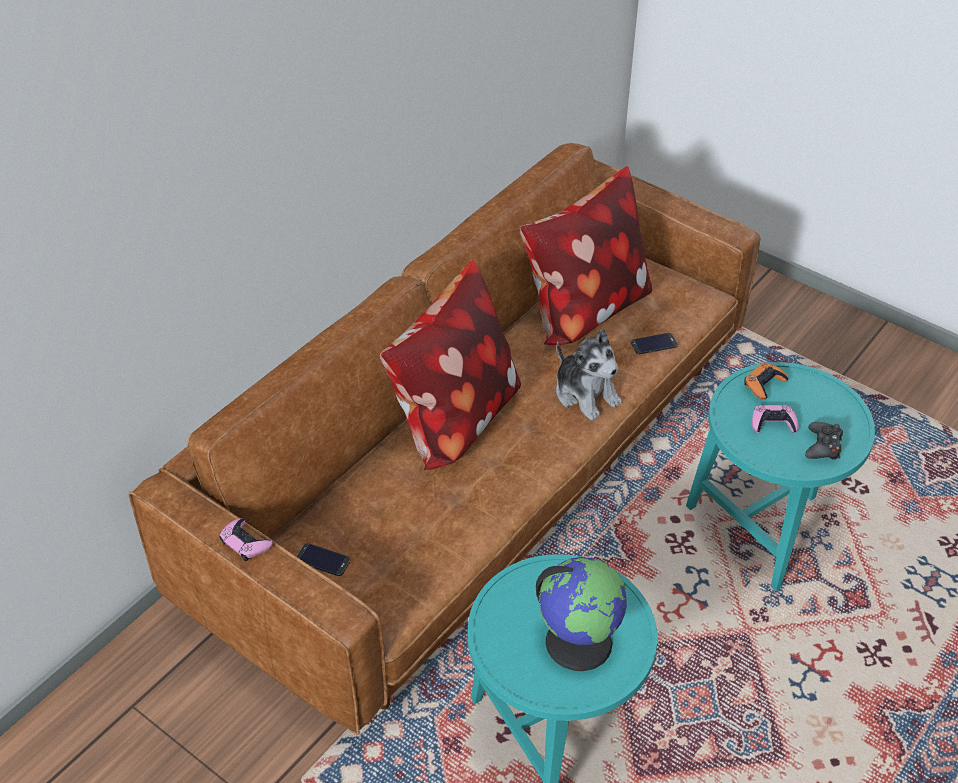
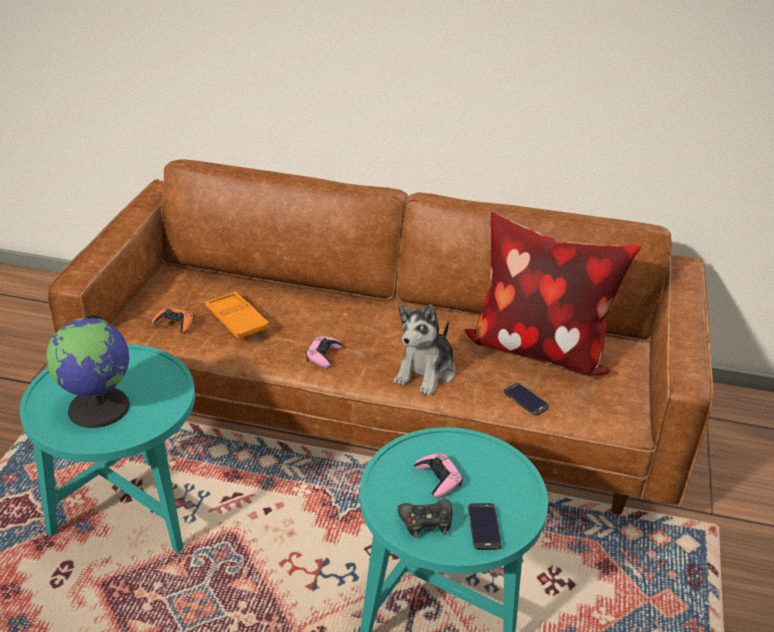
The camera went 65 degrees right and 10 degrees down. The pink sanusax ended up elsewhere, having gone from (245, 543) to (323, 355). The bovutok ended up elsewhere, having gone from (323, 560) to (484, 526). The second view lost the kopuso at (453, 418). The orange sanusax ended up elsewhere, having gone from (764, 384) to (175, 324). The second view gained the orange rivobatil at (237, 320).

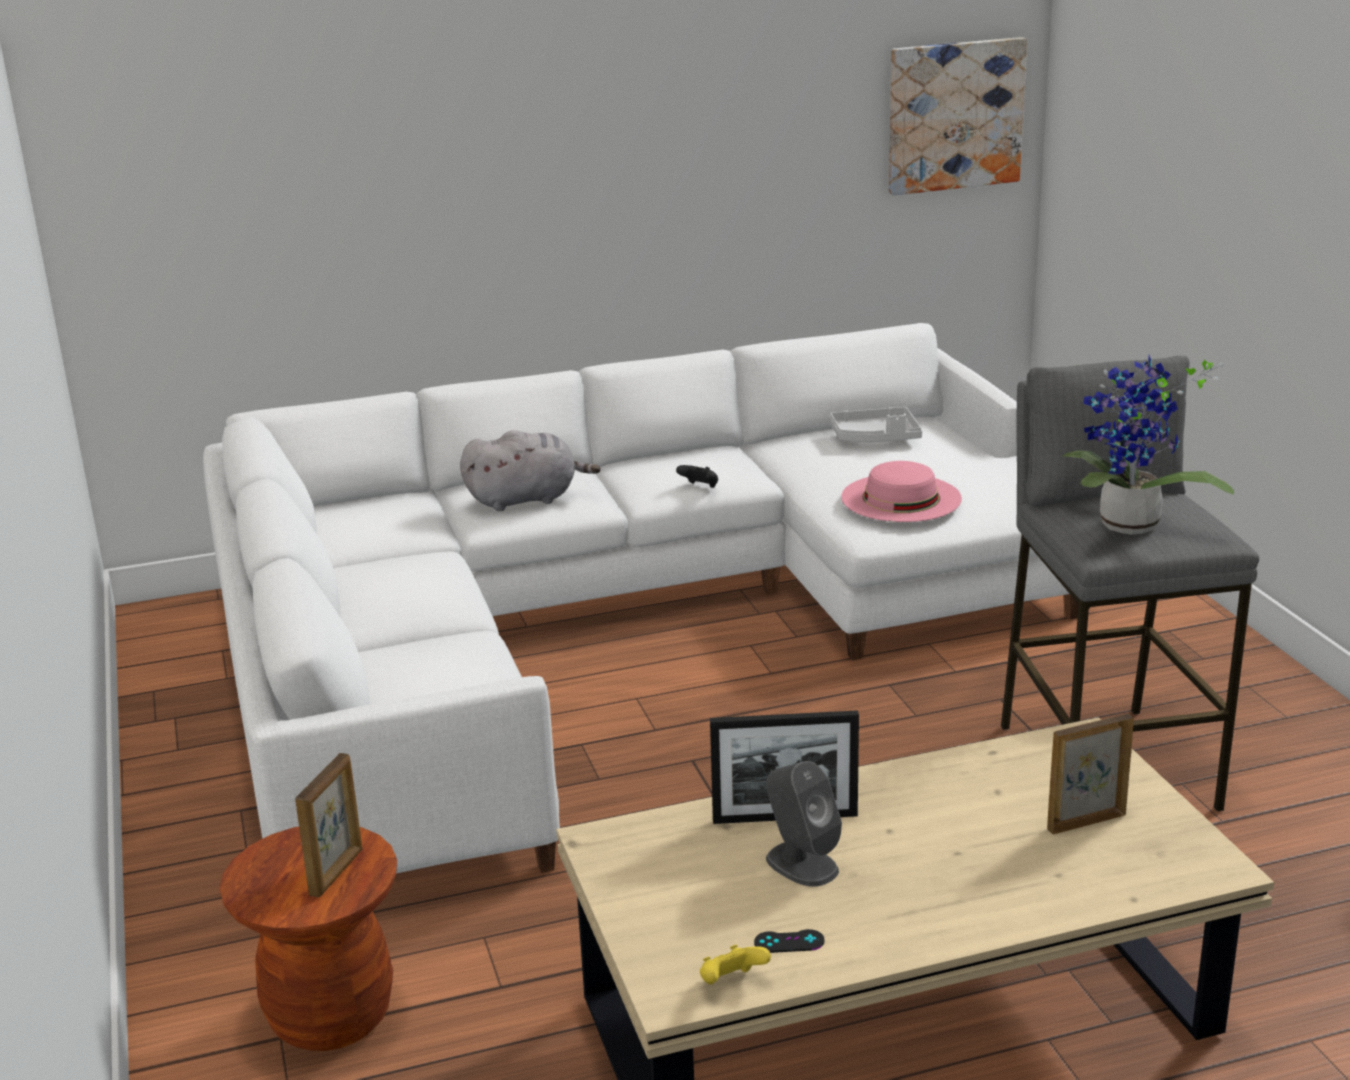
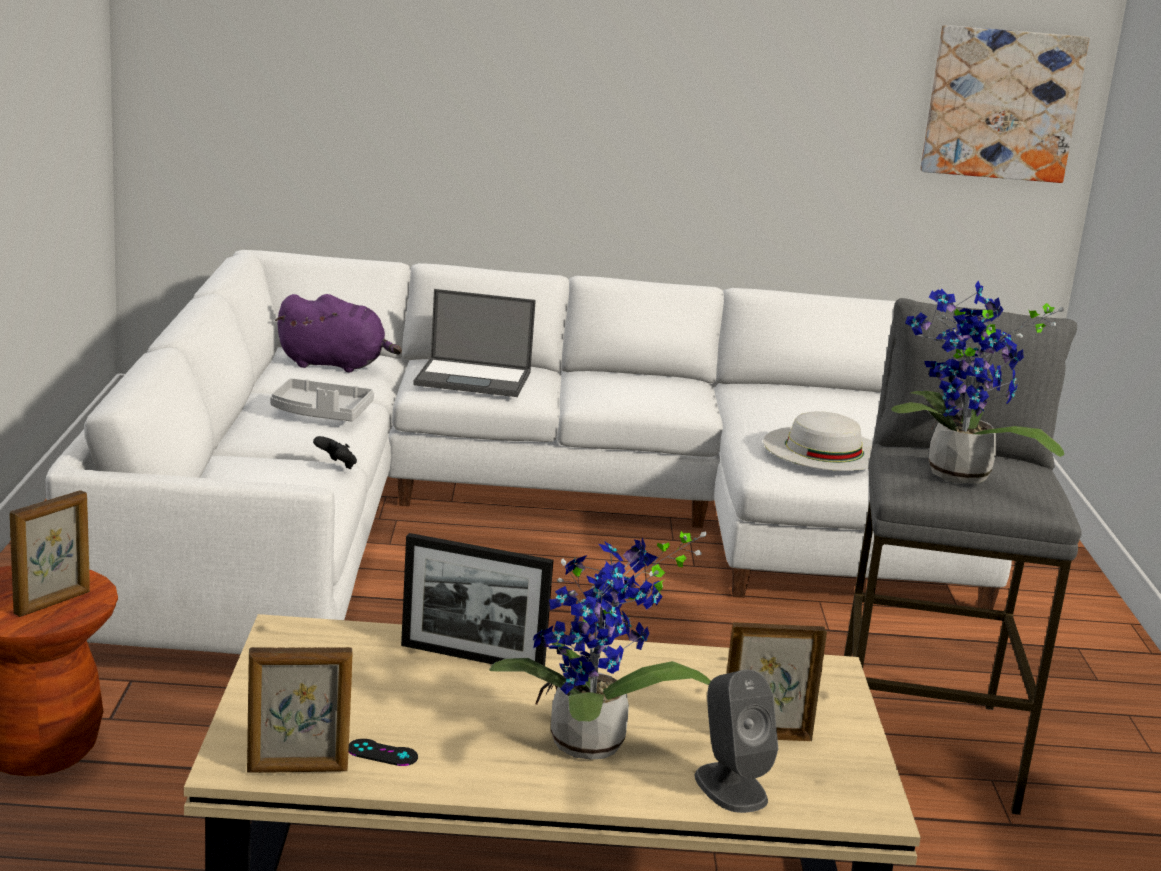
The camera went 15 degrees right and 5 degrees down. Where the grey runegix stood at (526, 499), the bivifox came to stand at (475, 378). The black sanusax ended up elsewhere, having gone from (700, 487) to (336, 466). Where the yellow sanusax stood at (731, 983), the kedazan came to stand at (298, 770). The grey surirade ended up elsewhere, having gone from (801, 864) to (730, 787). The grey rivobatil ended up elsewhere, having gone from (875, 437) to (321, 414). What was the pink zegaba at (901, 498) turned into the white zegaba at (824, 448). The second view gained the purple runegix at (336, 365). The second view gained the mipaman at (590, 749).

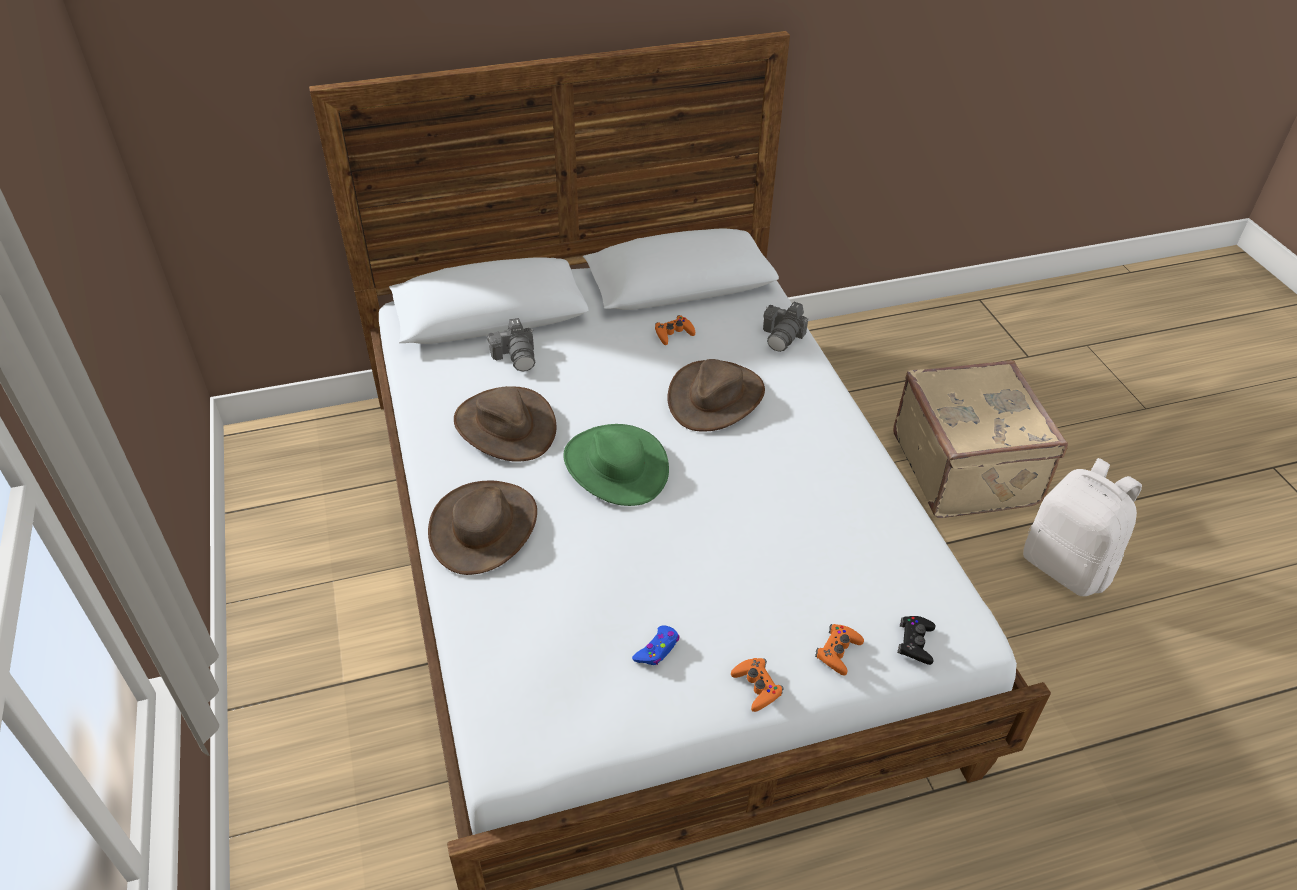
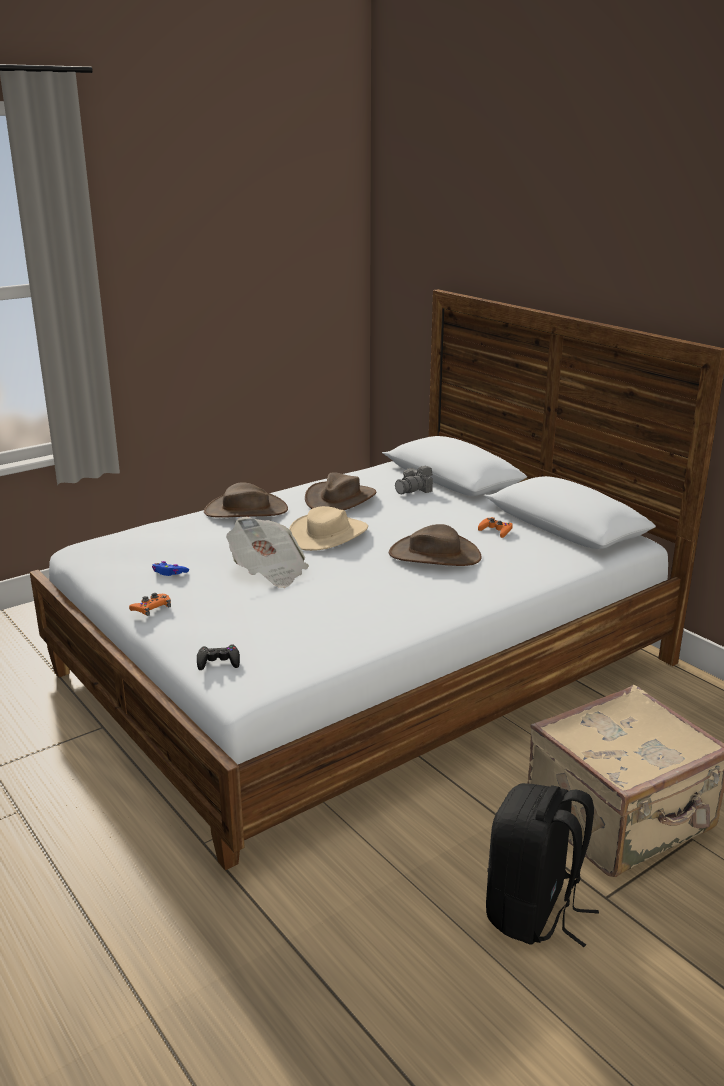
The camera went 70 degrees right and 20 degrees down. What was the green zegaba at (616, 466) turned into the beige zegaba at (328, 534). The second view lost the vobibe at (783, 336). The second view lost the orange sanusax at (838, 652). What was the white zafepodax at (1067, 566) turned into the black zafepodax at (534, 912). The second view gained the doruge at (268, 571).

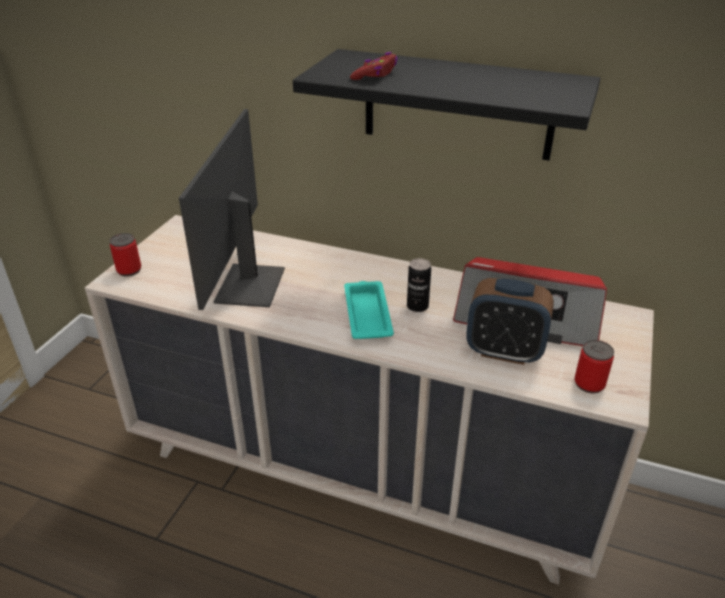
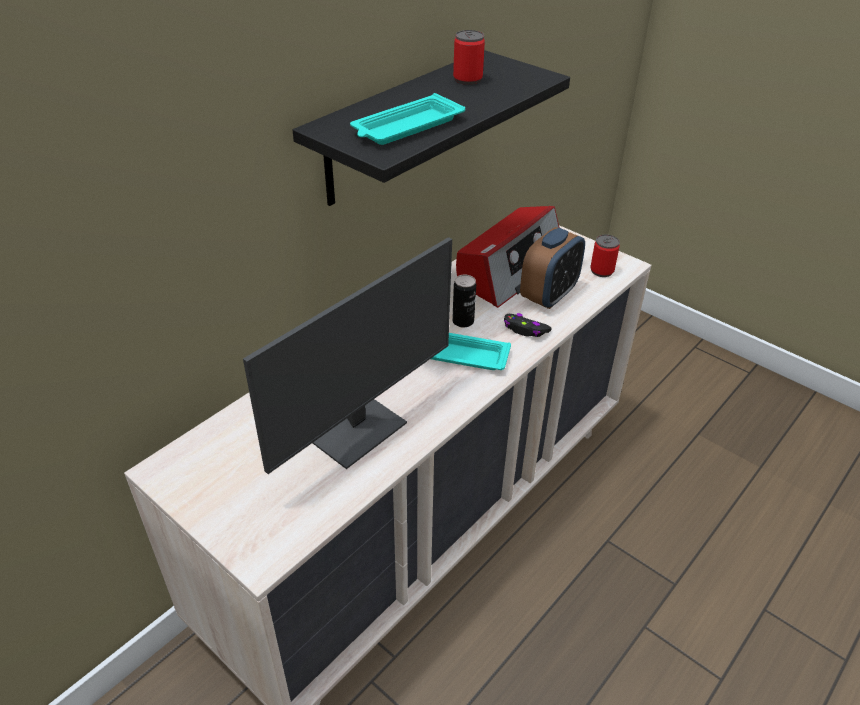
The camera went 70 degrees left and 5 degrees up. The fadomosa ended up elsewhere, having gone from (129, 270) to (467, 79). The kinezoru at (247, 285) ended up facing another way, 75 degrees counterclockwise from before. Where the red sanusax stood at (375, 74), the turquoise rivobatil came to stand at (406, 127). The second view gained the black sanusax at (525, 330).

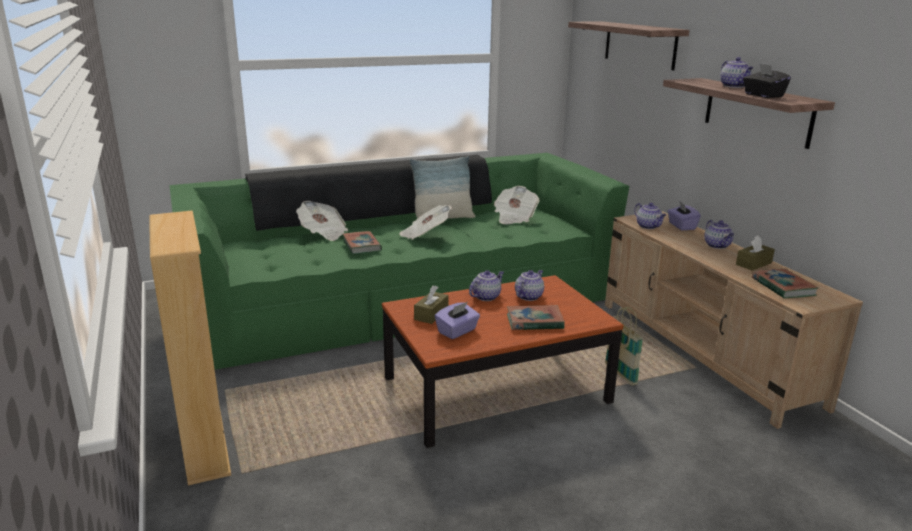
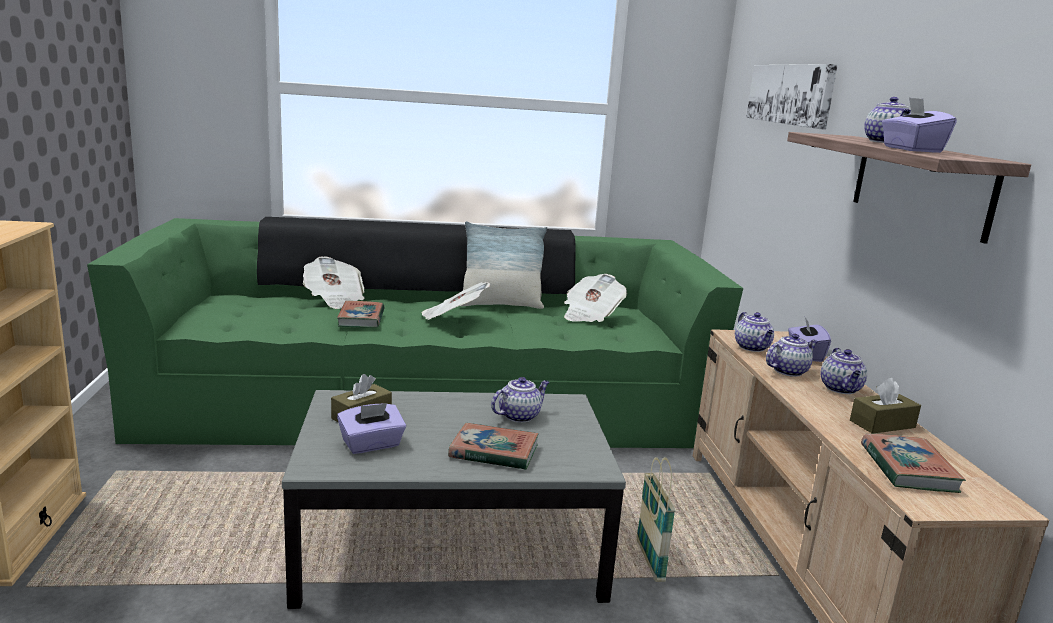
The camera went 15 degrees right and 5 degrees down. What was the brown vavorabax at (496, 389) turned into the grey vavorabax at (451, 544). The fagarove ended up elsewhere, having gone from (486, 296) to (788, 371). Where the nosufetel hung at (639, 44), the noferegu came to hang at (790, 94). What was the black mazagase at (763, 95) turned into the purple mazagase at (911, 149).

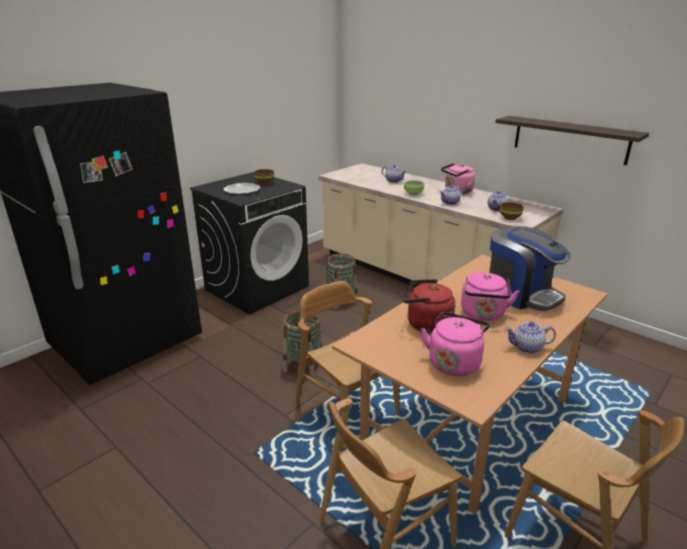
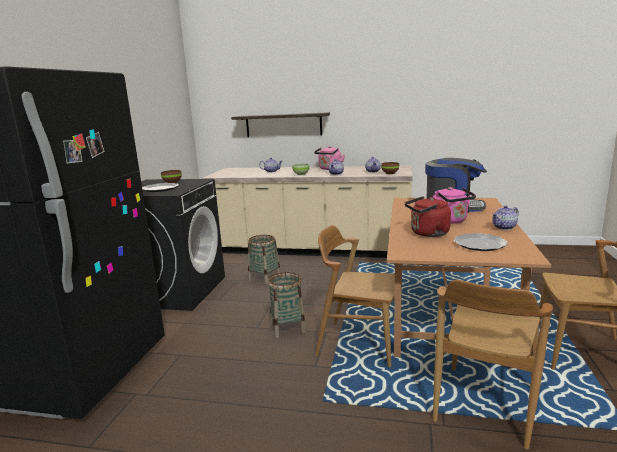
The camera went 30 degrees left and 10 degrees down. Where the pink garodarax stood at (454, 362), the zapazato came to stand at (480, 244). The nosufetel ended up elsewhere, having gone from (570, 139) to (283, 125).

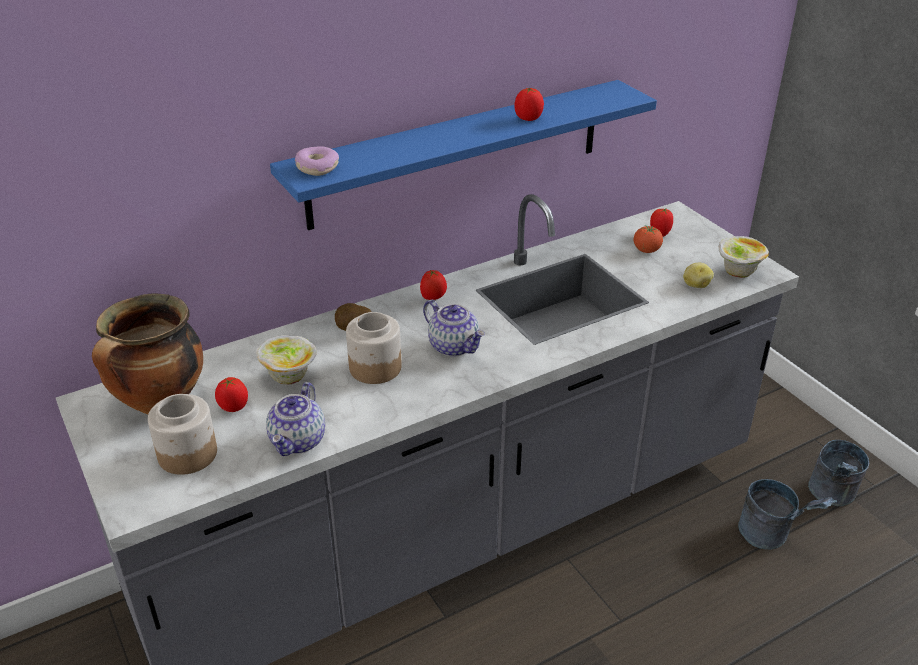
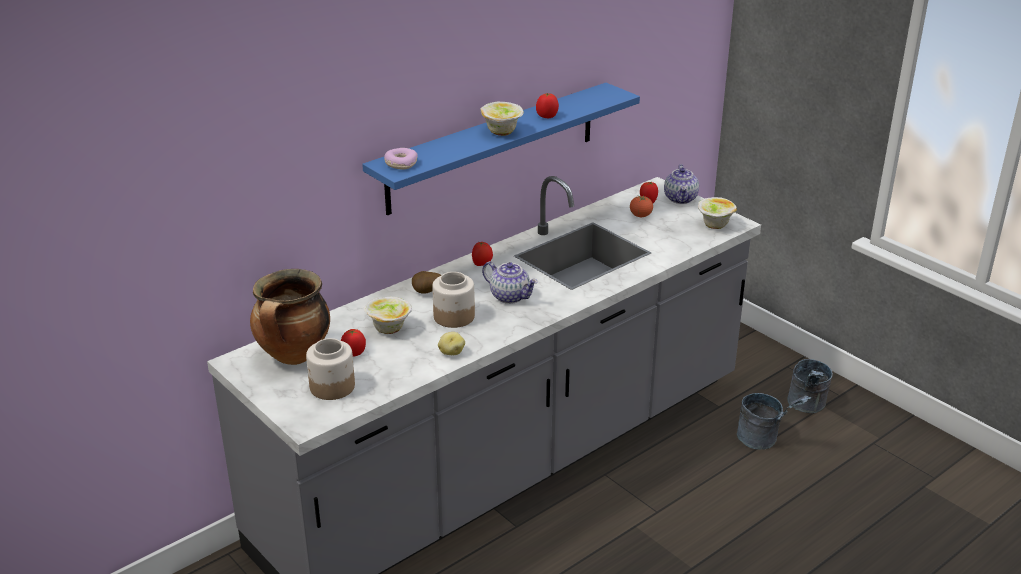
The camera went 10 degrees left and 5 degrees down. The fagarove ended up elsewhere, having gone from (298, 441) to (681, 199). The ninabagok ended up elsewhere, having gone from (695, 285) to (451, 352). The second view gained the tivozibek at (502, 132).

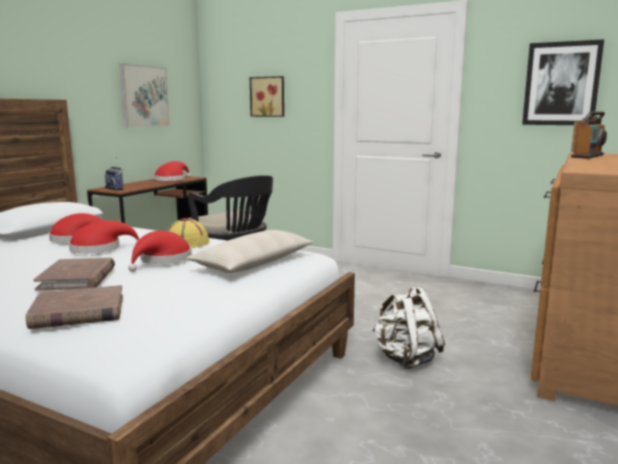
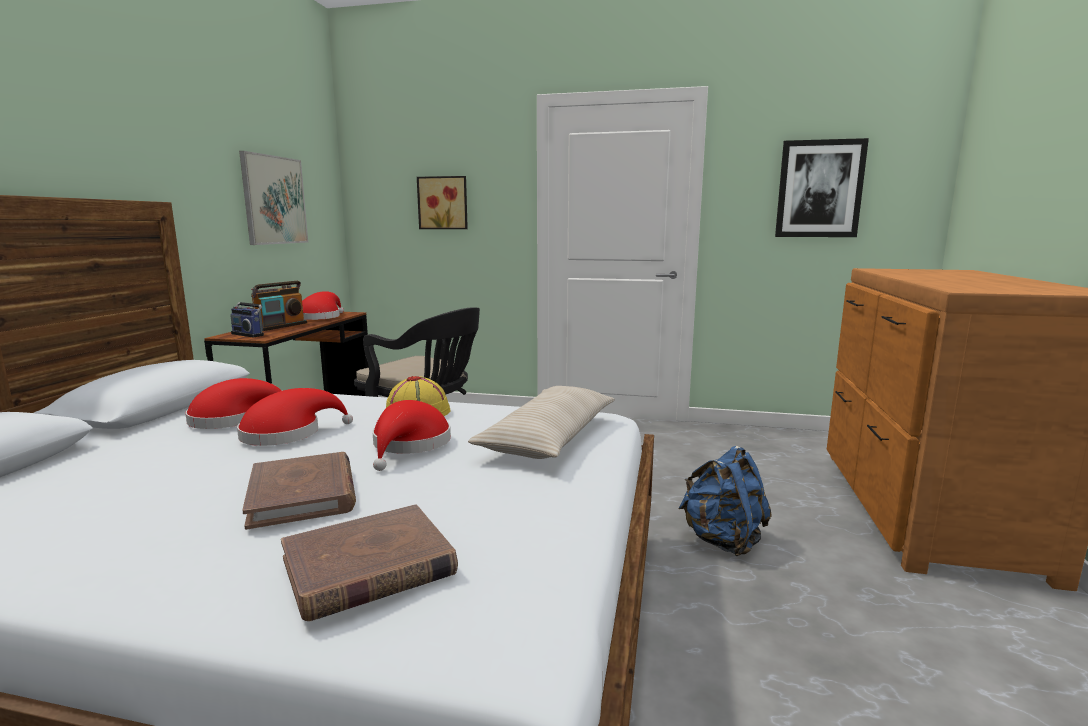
The camera went 15 degrees left and 0 degrees up. What was the white zafepodax at (406, 359) turned into the blue zafepodax at (722, 541). The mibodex ended up elsewhere, having gone from (587, 156) to (280, 326).

